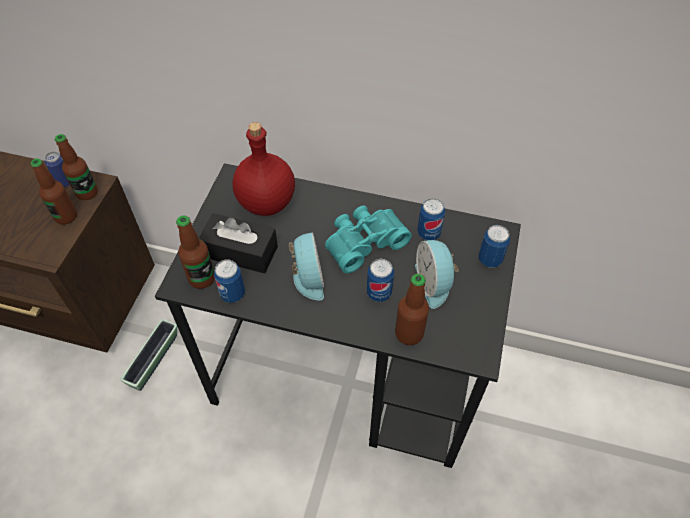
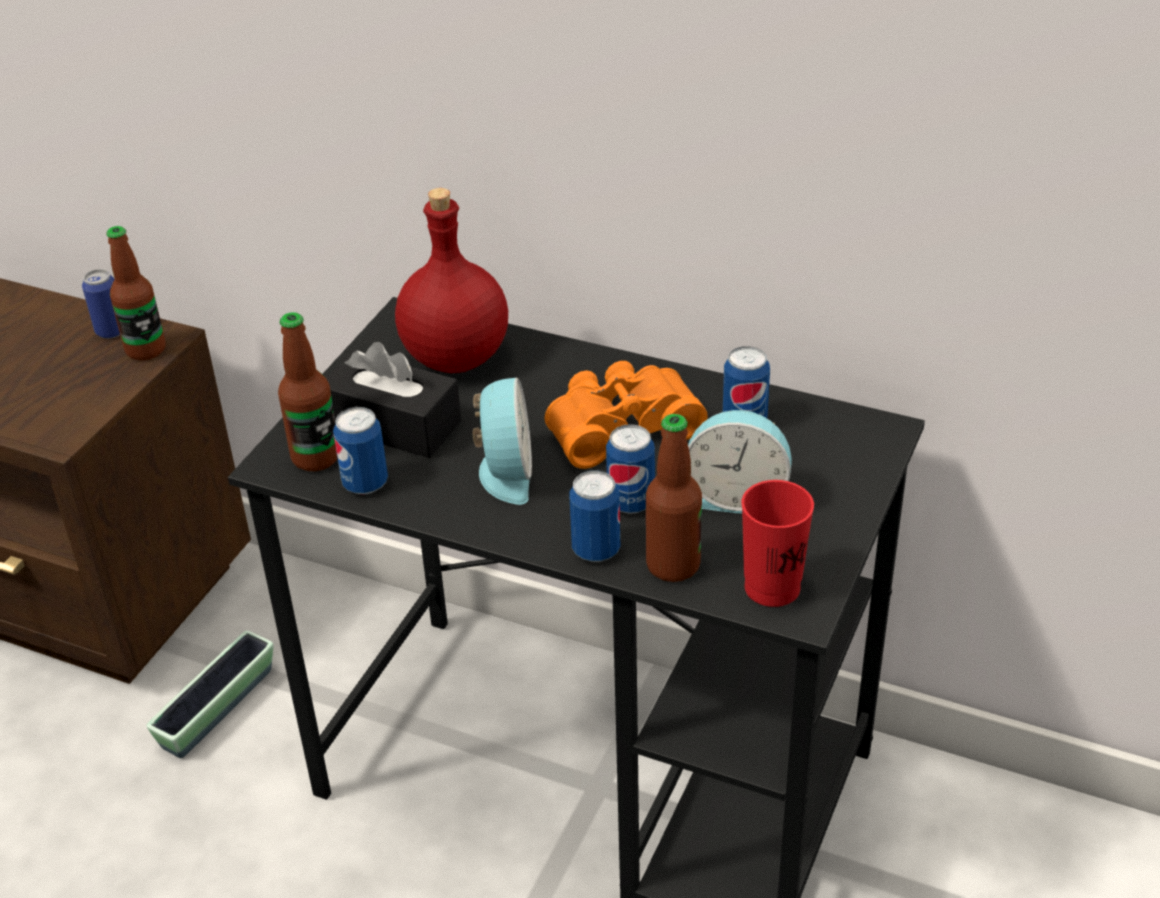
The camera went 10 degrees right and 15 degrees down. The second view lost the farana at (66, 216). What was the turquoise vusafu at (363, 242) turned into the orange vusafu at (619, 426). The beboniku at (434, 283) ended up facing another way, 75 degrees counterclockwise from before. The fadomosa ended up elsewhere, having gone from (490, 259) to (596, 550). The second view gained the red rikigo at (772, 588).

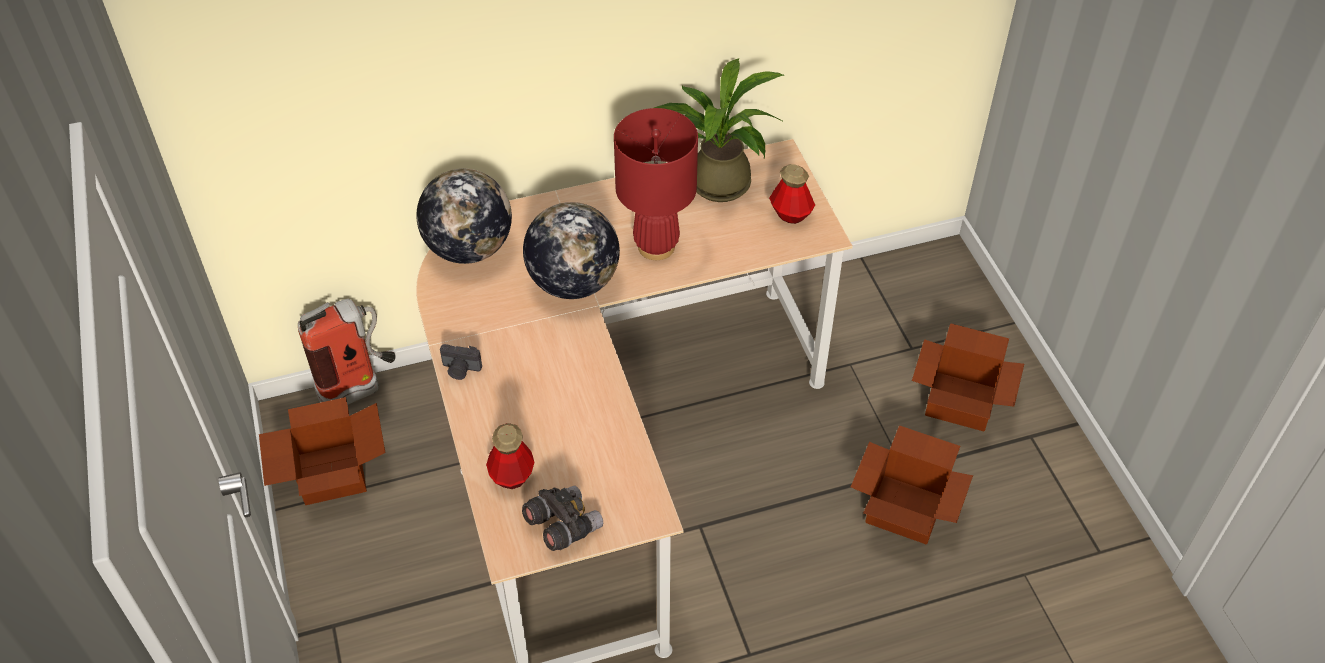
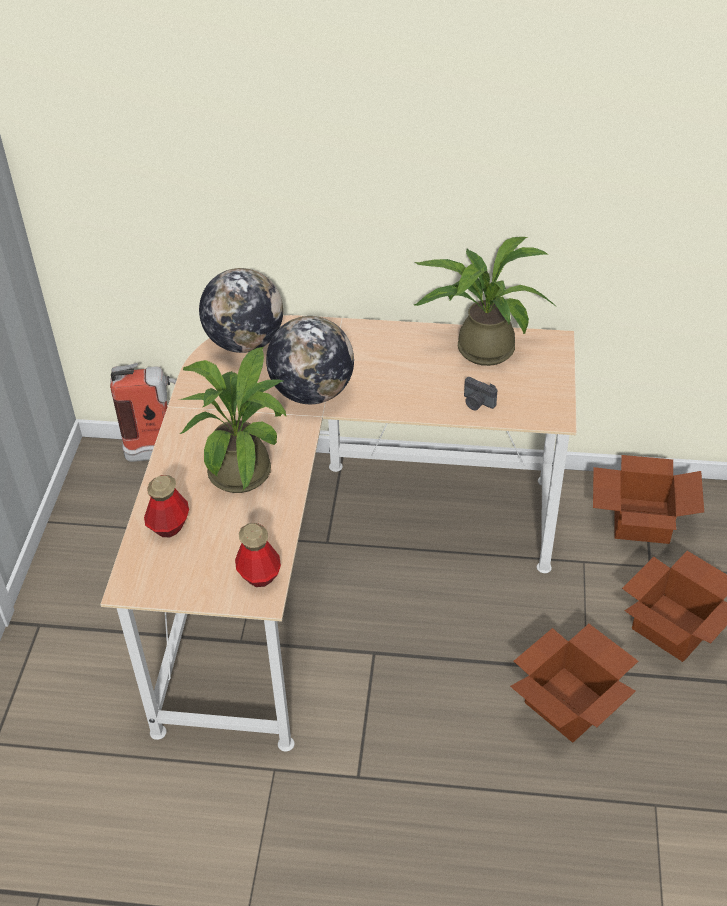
The camera went 25 degrees right and 5 degrees down. The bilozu ended up elsewhere, having gone from (330, 473) to (639, 519). The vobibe ended up elsewhere, having gone from (460, 370) to (477, 403). The second view lost the grey vusafu at (562, 525). The second view lost the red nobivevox at (656, 246). The farana ended up elsewhere, having gone from (790, 214) to (259, 575). The second view gained the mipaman at (245, 468).

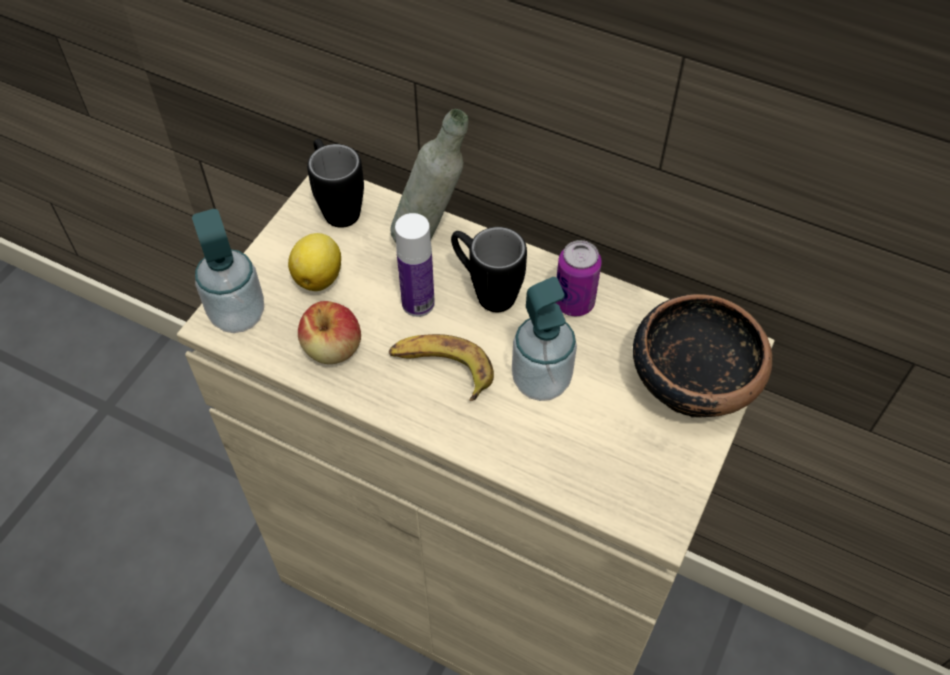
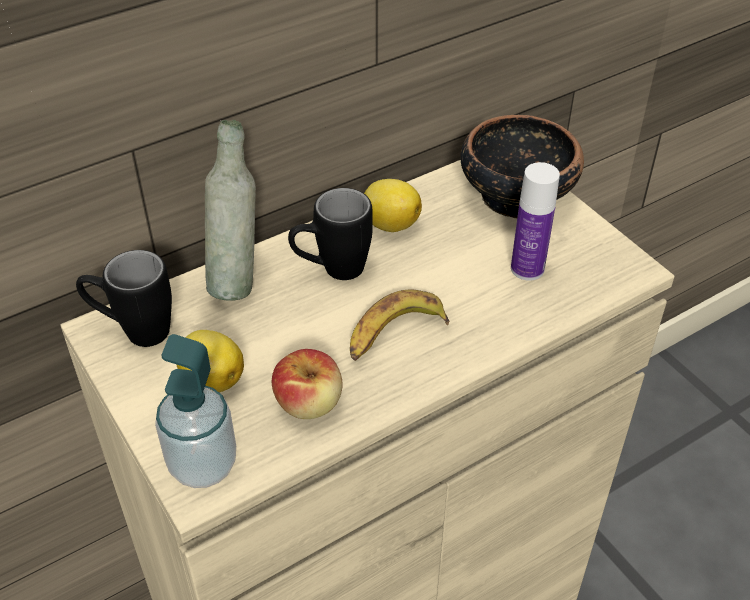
The camera went 60 degrees left and 10 degrees down. The farana ended up elsewhere, having gone from (418, 303) to (527, 269). The second view lost the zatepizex at (541, 380). Where the fadomosa stood at (574, 302), the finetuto came to stand at (389, 224).

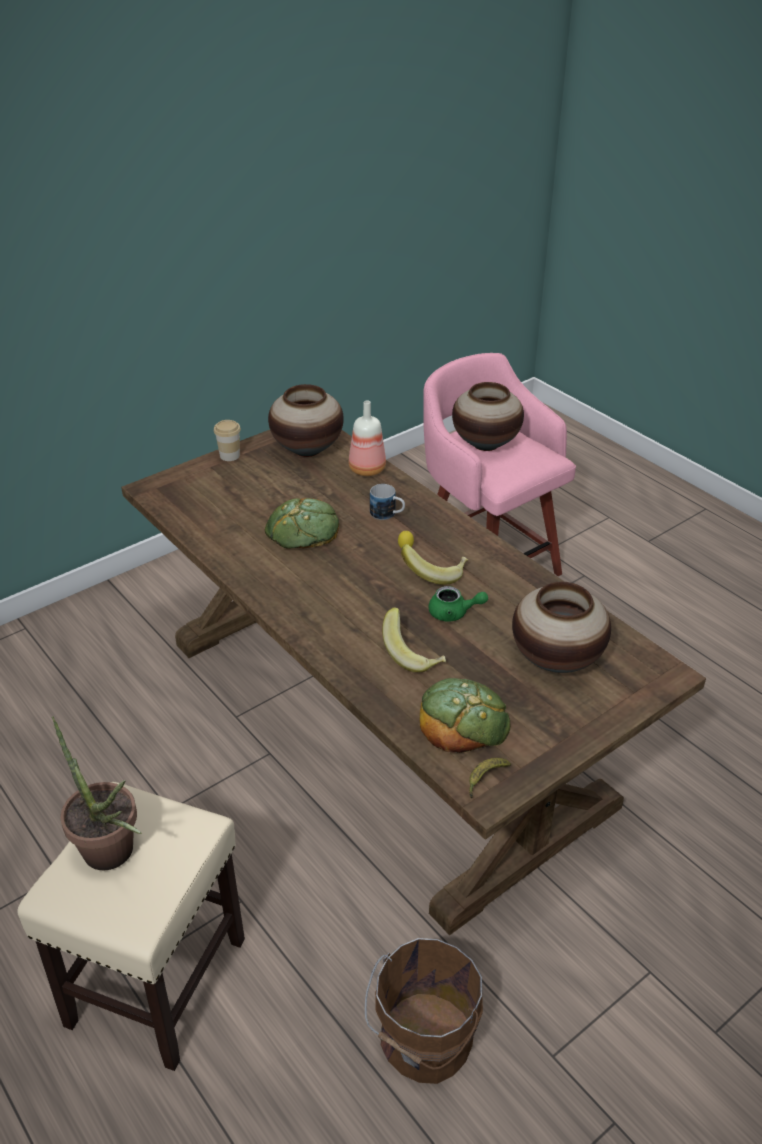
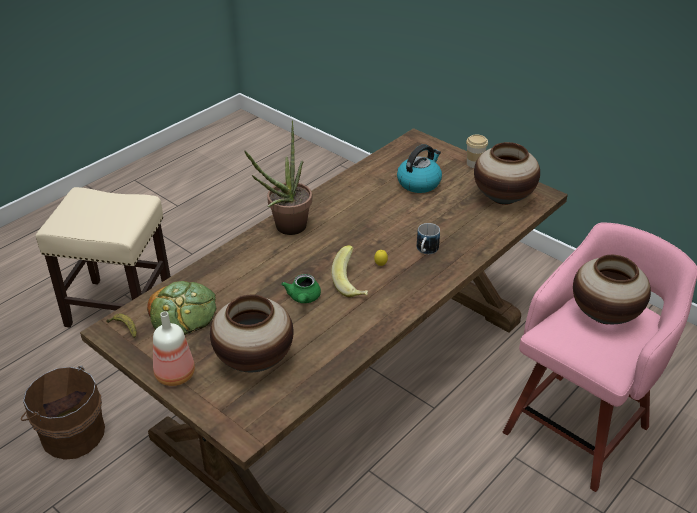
The camera went 80 degrees right and 0 degrees up. The mipaman ended up elsewhere, having gone from (114, 857) to (286, 229). The second view lost the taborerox at (303, 530). The farana ended up elsewhere, having gone from (367, 470) to (174, 375). The second view lost the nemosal at (413, 654). The second view gained the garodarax at (419, 182).

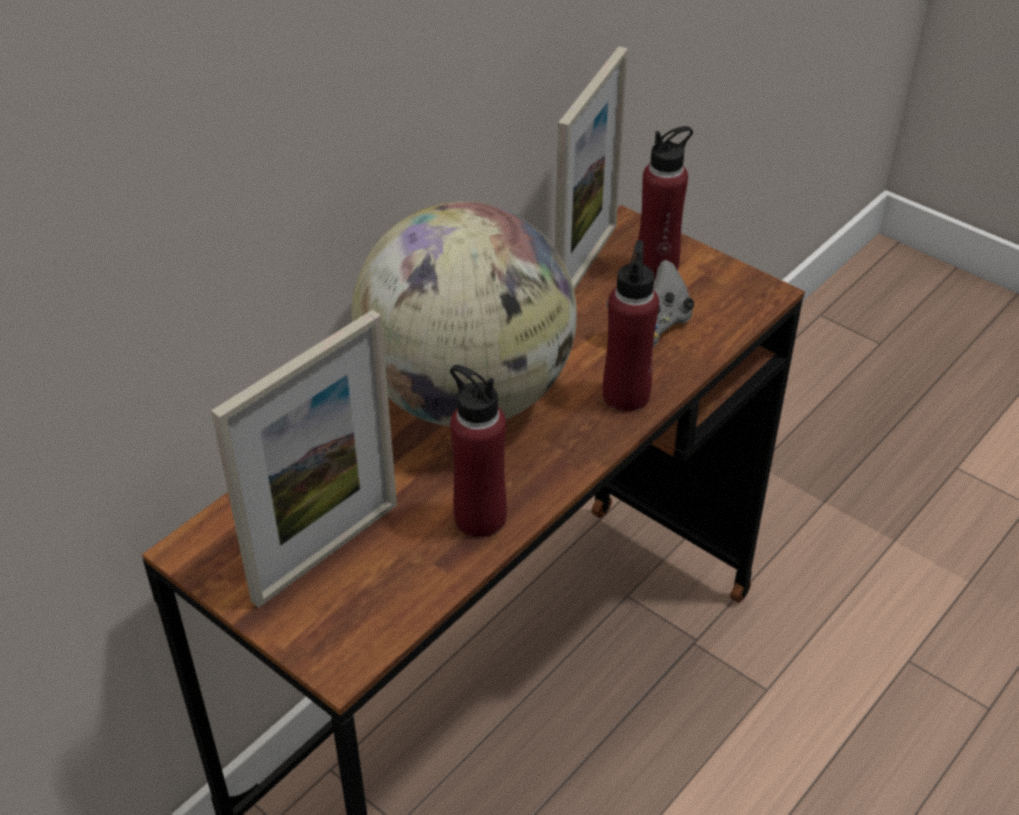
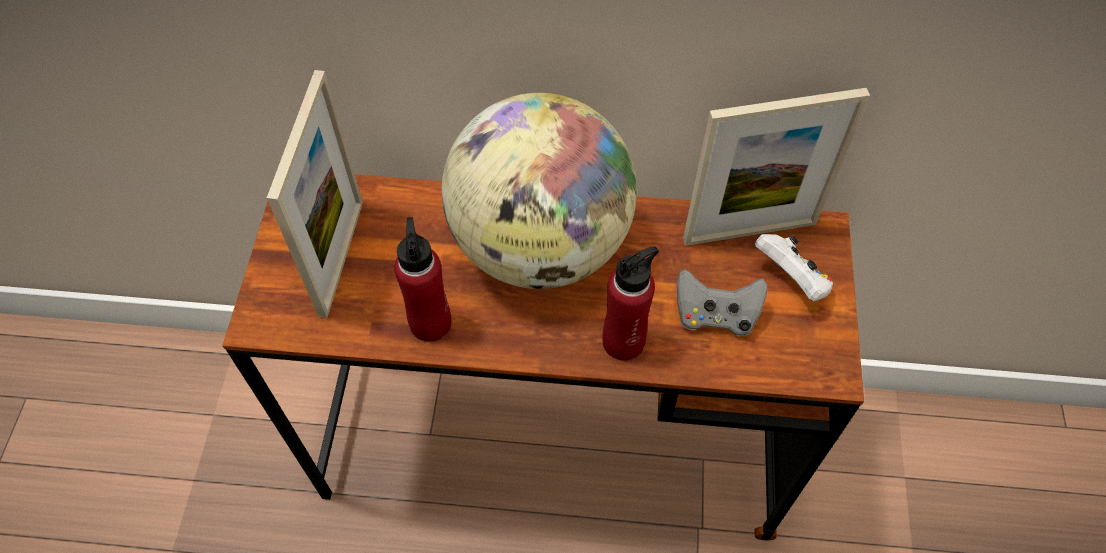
The camera went 55 degrees right and 15 degrees up. The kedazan at (326, 551) ended up facing another way, 90 degrees counterclockwise from before. Where the red farana stood at (657, 267), the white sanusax came to stand at (791, 280).

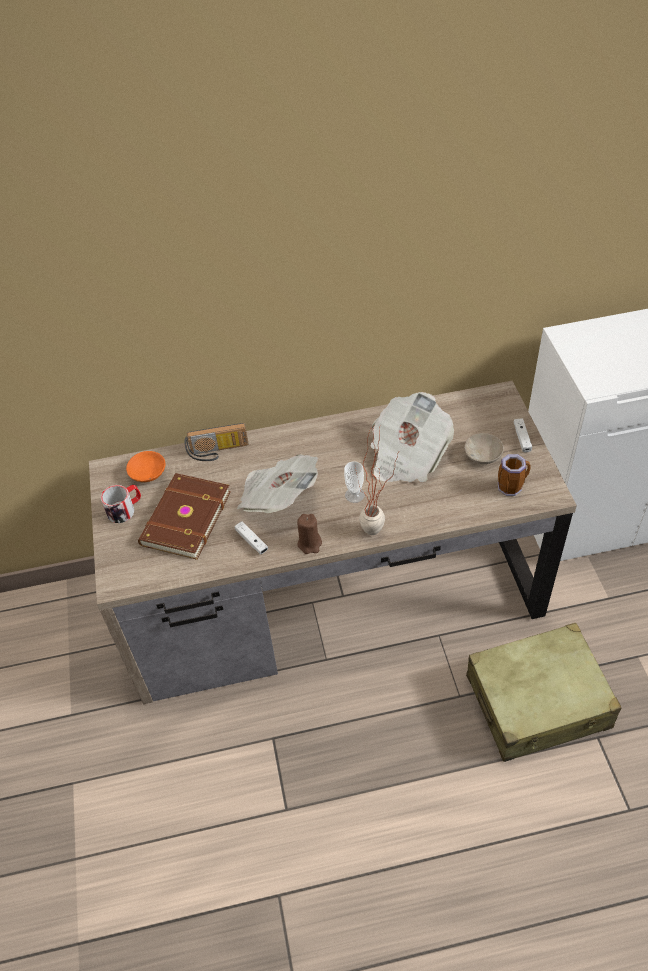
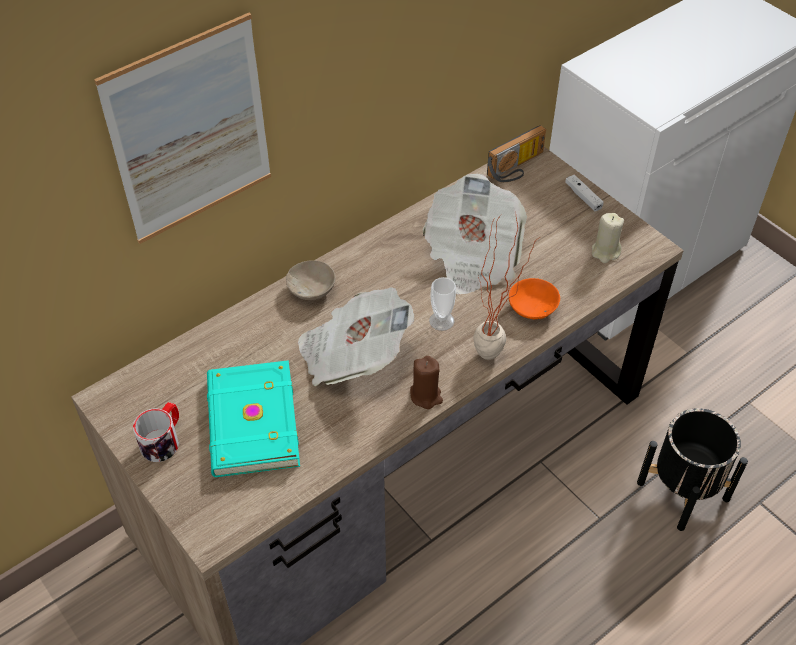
The camera went 30 degrees left and 0 degrees up. The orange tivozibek ended up elsewhere, having gone from (149, 472) to (532, 306). What was the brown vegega at (184, 518) turned into the turquoise vegega at (250, 422). The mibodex ended up elsewhere, having gone from (218, 452) to (517, 168). The second view lost the white sanusax at (251, 541). The beige tivozibek ended up elsewhere, having gone from (484, 456) to (313, 289). Where the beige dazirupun stood at (538, 702), the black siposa came to stand at (682, 491). Where the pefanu stood at (511, 486), the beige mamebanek came to stand at (605, 252). The second view gained the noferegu at (191, 132).

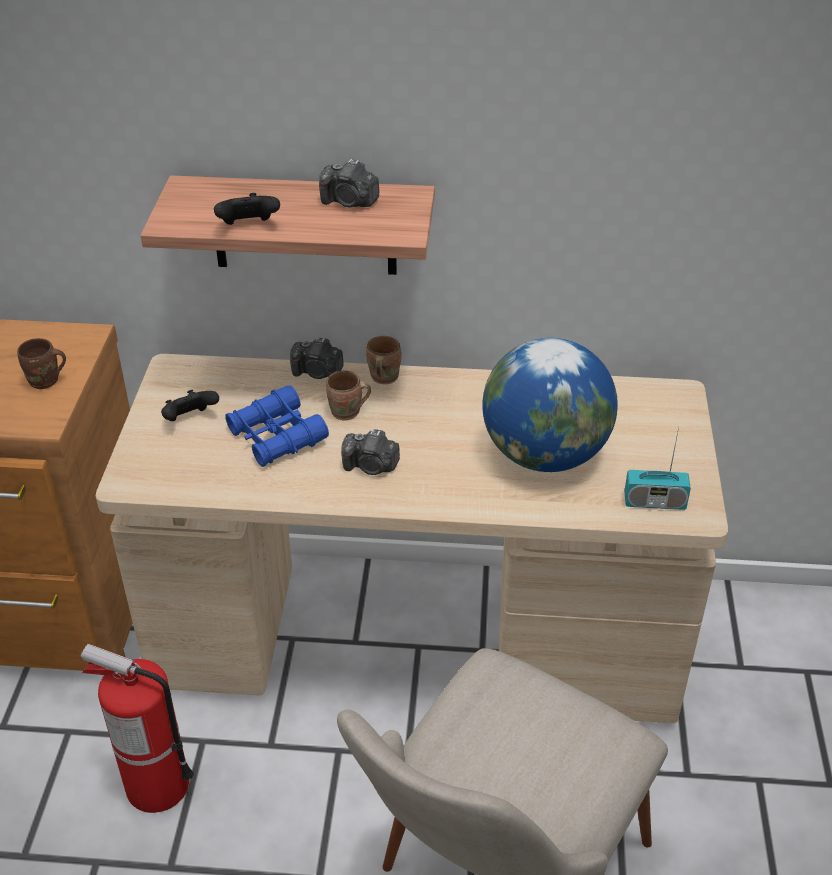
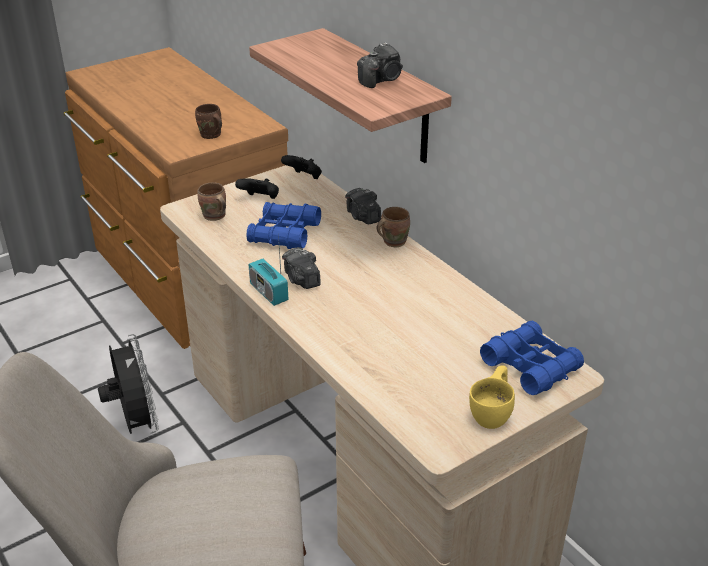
The camera went 50 degrees right and 5 degrees down. Where the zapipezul stood at (156, 785), the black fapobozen came to stand at (136, 424). The black sanusax ended up elsewhere, having gone from (248, 227) to (304, 178). The vobibe at (349, 202) ended up facing another way, 105 degrees counterclockwise from before. The brown pefanu ended up elsewhere, having gone from (347, 413) to (214, 217). The second view lost the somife at (544, 455). The mibodex ended up elsewhere, having gone from (654, 502) to (268, 292). The second view gained the yellow rikigo at (493, 412). The second view gained the blue vusafu at (530, 366).

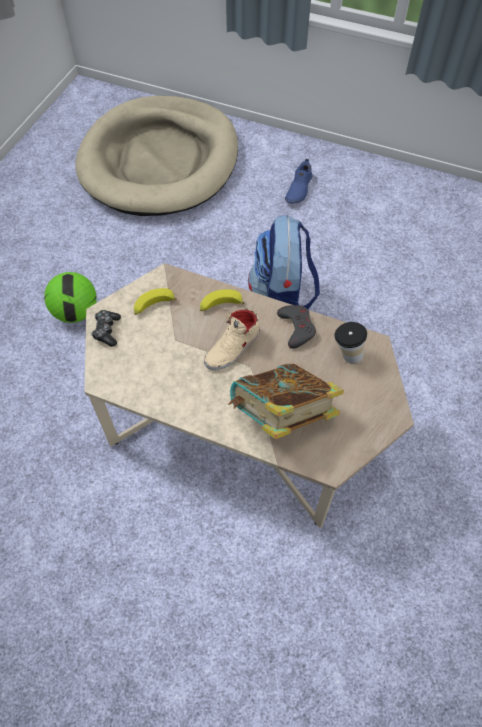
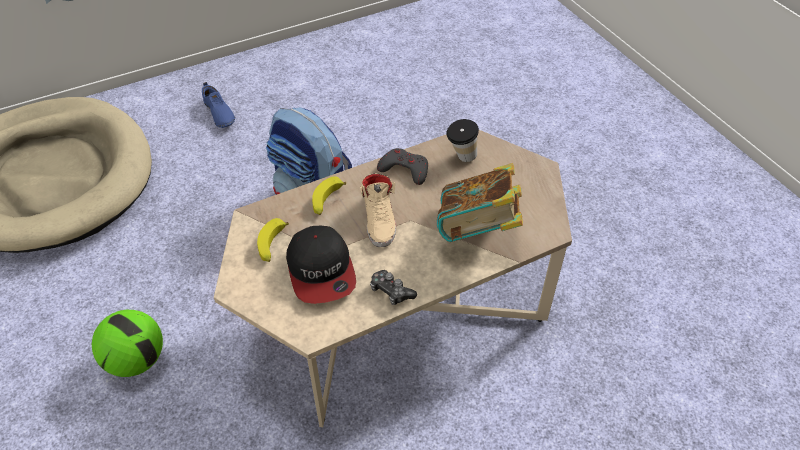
The camera went 50 degrees left and 10 degrees down. The sanusax ended up elsewhere, having gone from (107, 331) to (391, 291). The second view gained the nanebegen at (321, 271).

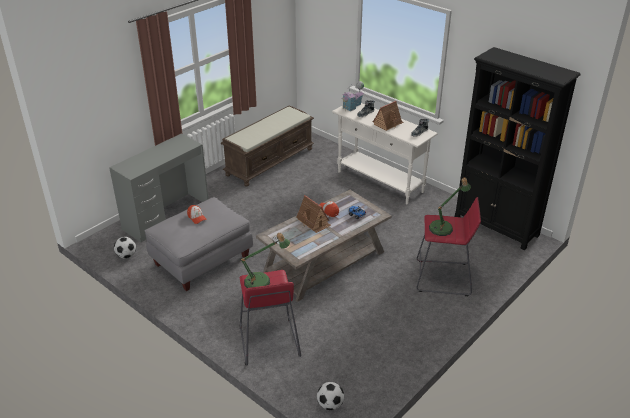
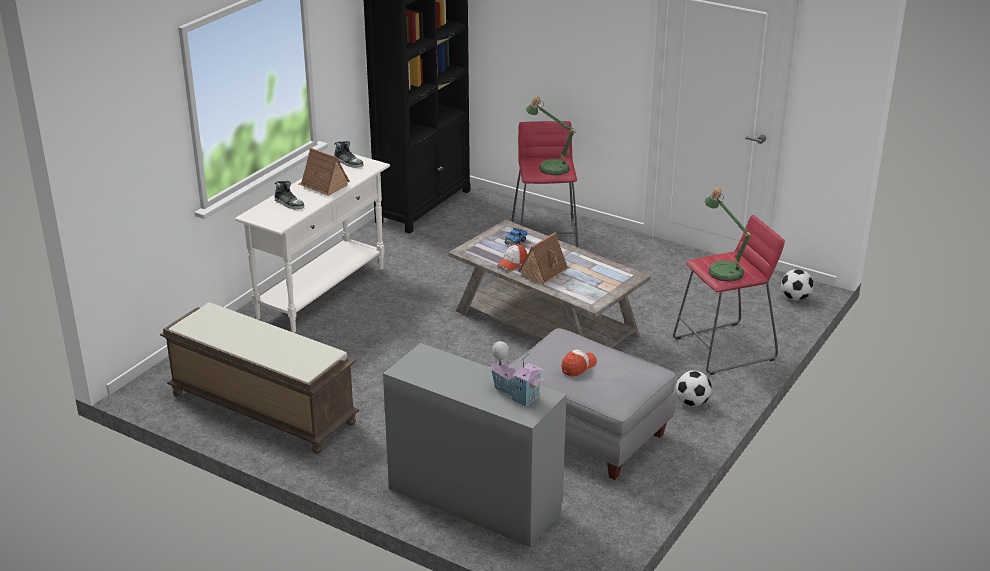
The camera went 100 degrees left and 5 degrees down. The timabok ended up elsewhere, having gone from (126, 255) to (692, 402). The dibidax ended up elsewhere, having gone from (352, 106) to (517, 394).

